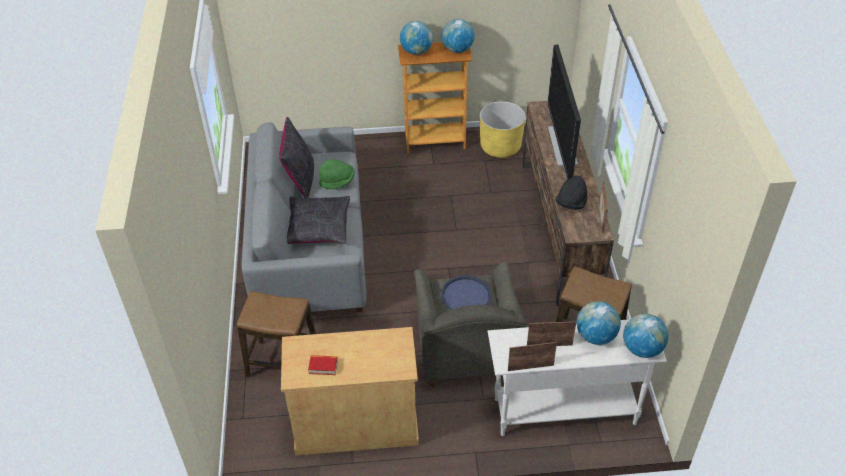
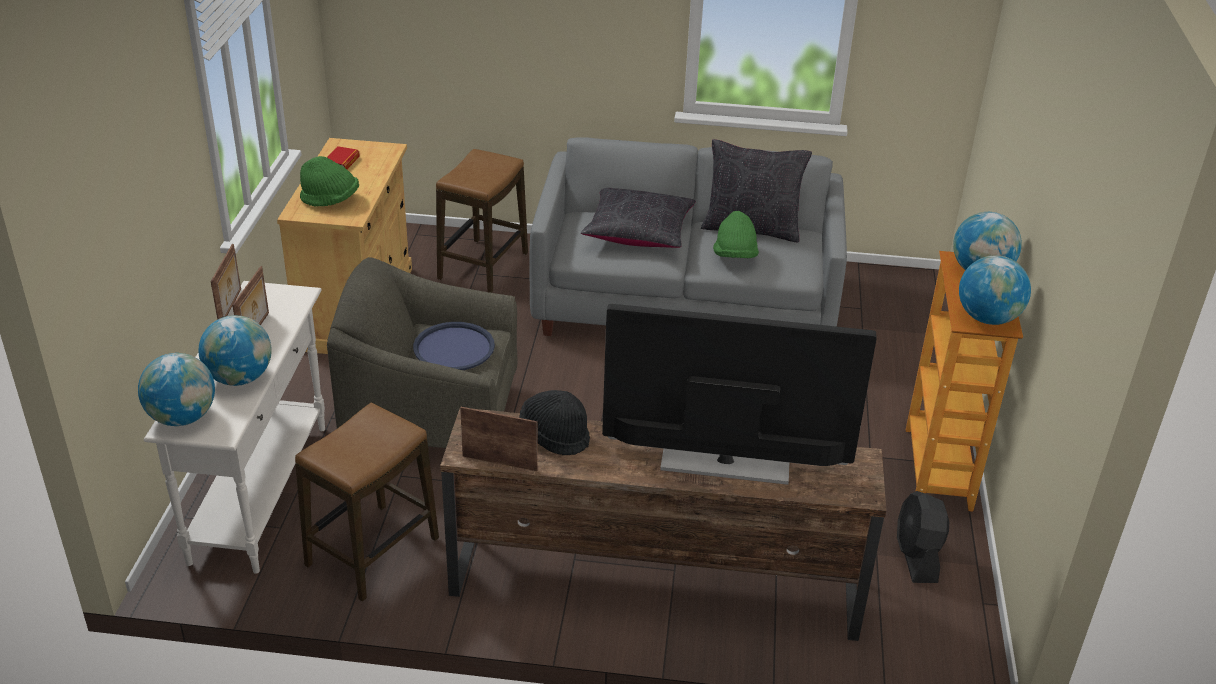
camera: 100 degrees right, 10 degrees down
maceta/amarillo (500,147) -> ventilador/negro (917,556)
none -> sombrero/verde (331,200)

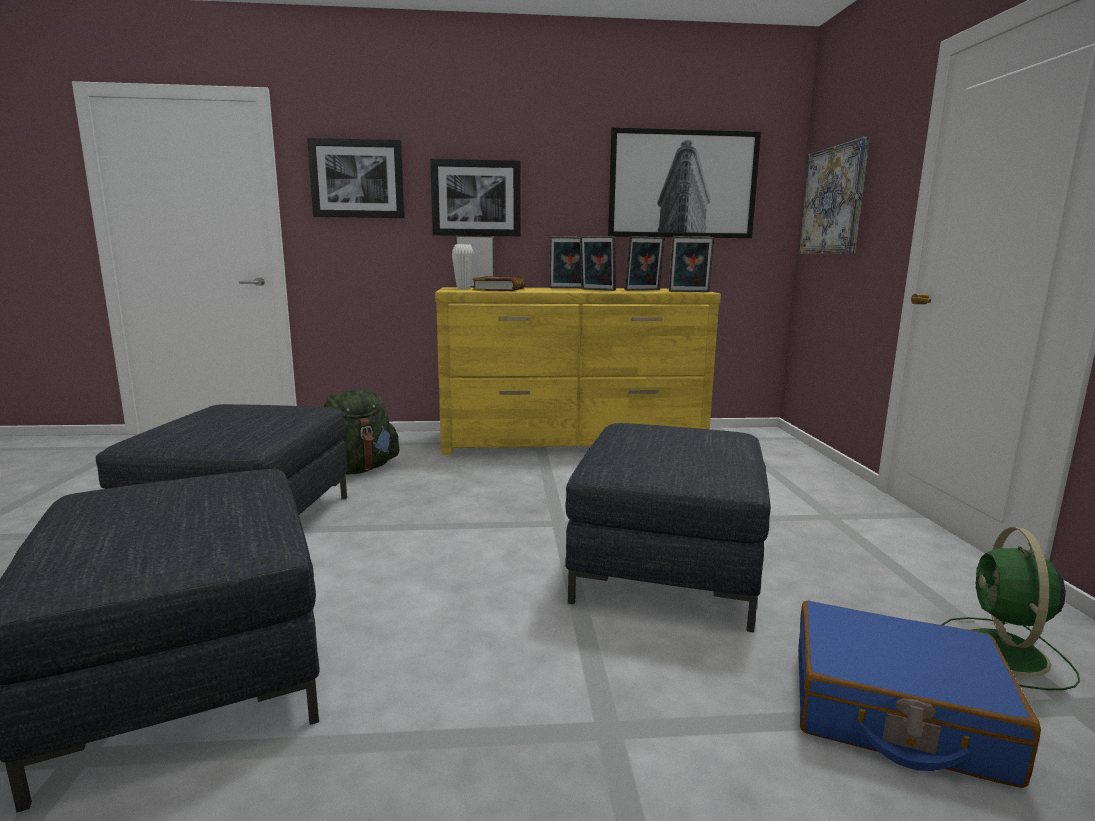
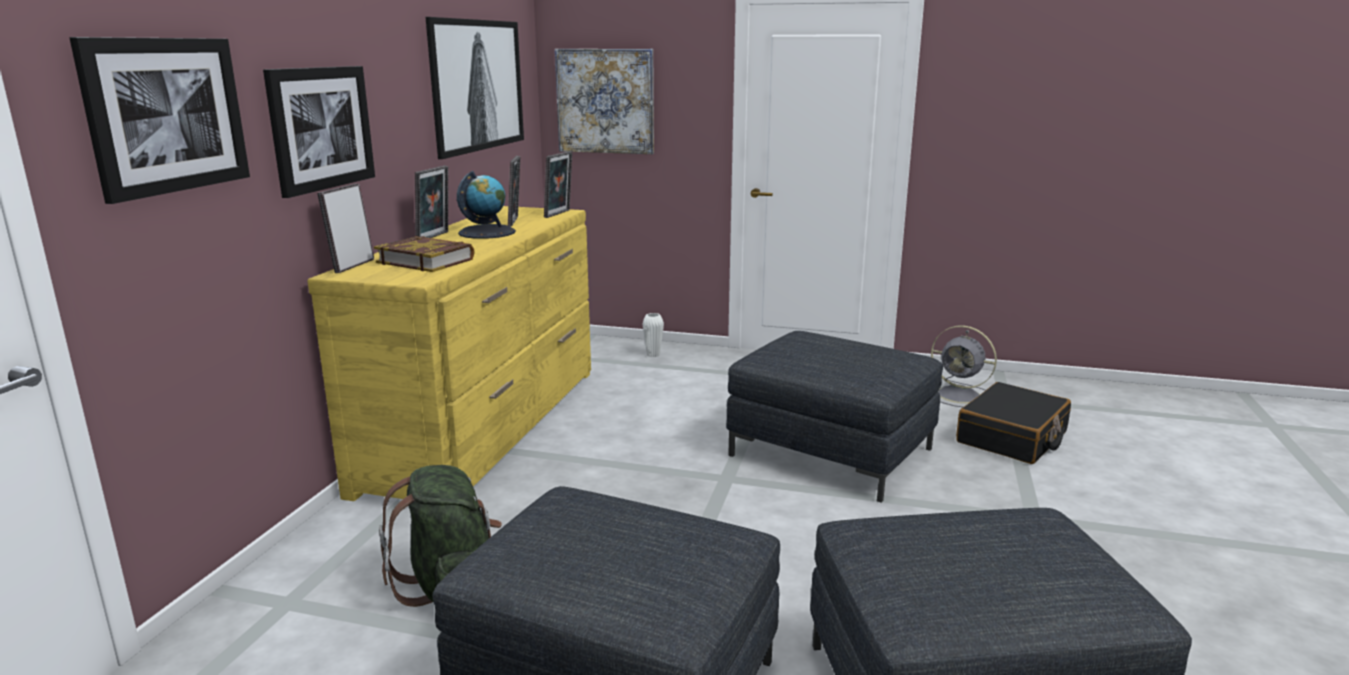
camera: 70 degrees left, 5 degrees up
florero/blanco (463,289) -> florero/blanco (653,355), moved
portarretratos (596,290) -> globo terráqueo (487,232)
maleta/azul (895,712) -> maleta/negro (1012,438)
ventilador/verde (1003,654) -> ventilador/gris (960,395)

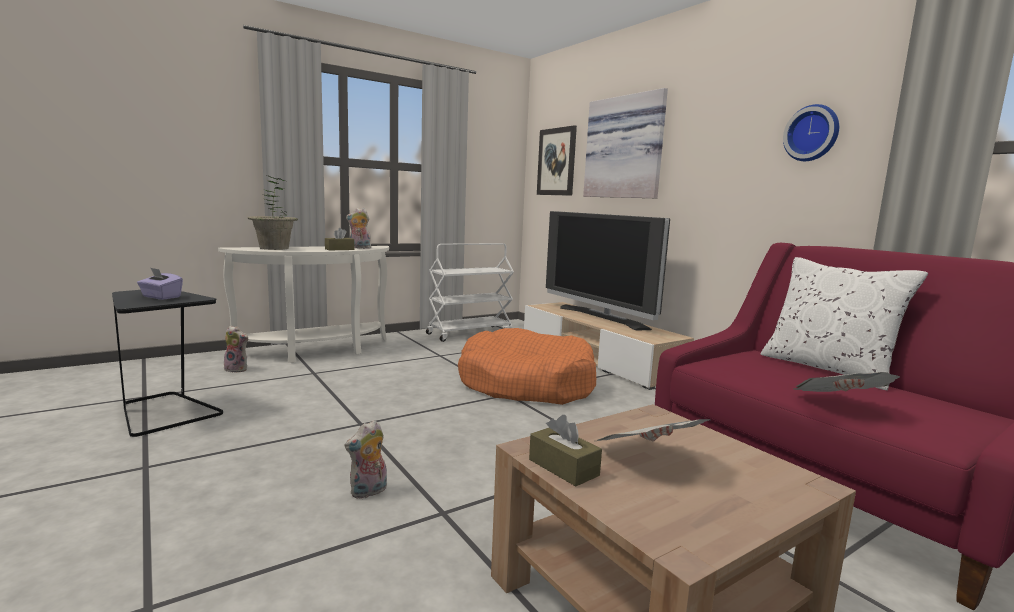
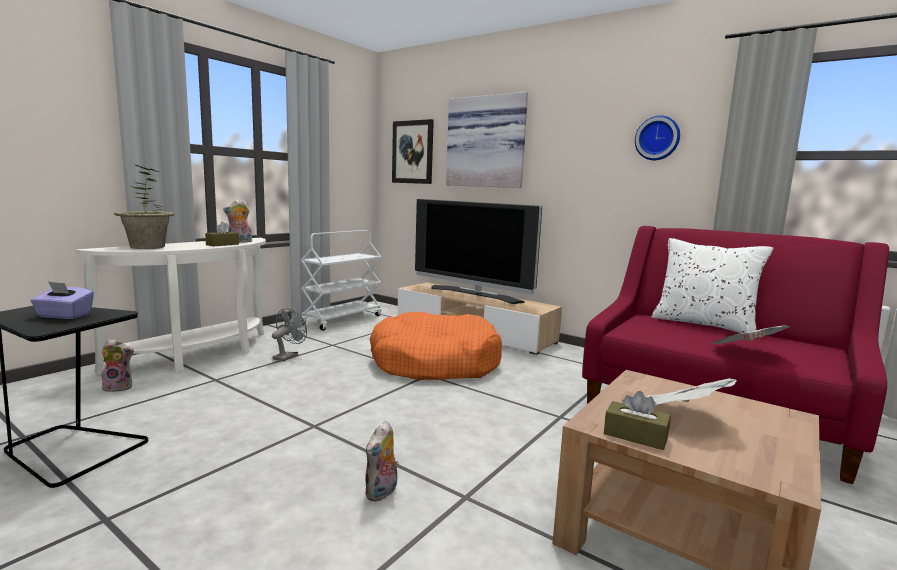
camera: 20 degrees left, 0 degrees up
none -> ventilador/gris (288,356)

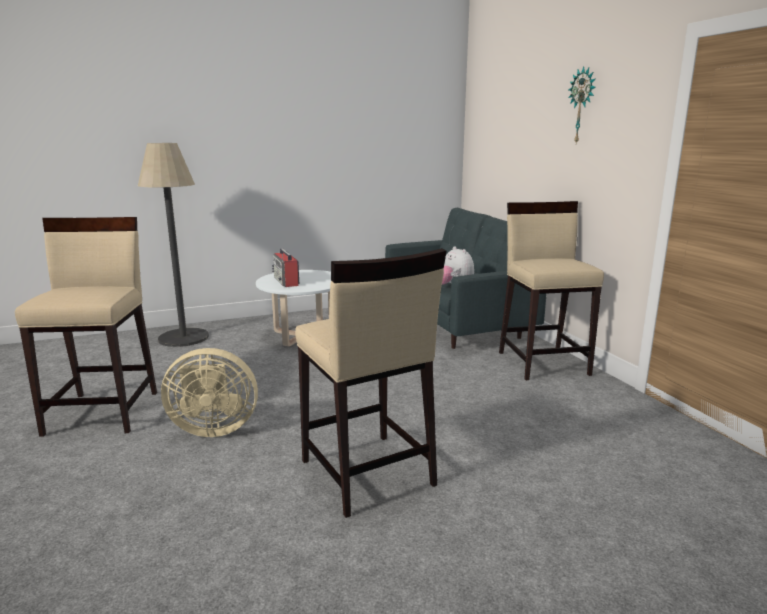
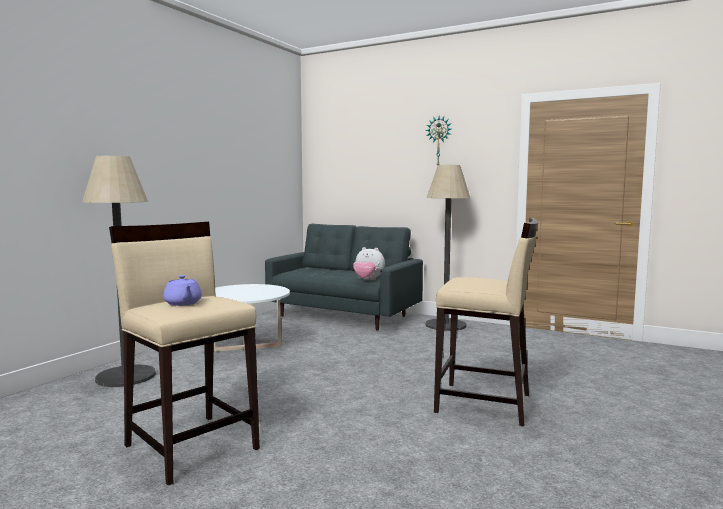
camera: 40 degrees left, 10 degrees down
ventilador/beis (213,428) -> none
radio (286,281) -> none
taburete/beis (543,363) -> lámpara de pie (445,325)
none -> tetera/morado (183,303)

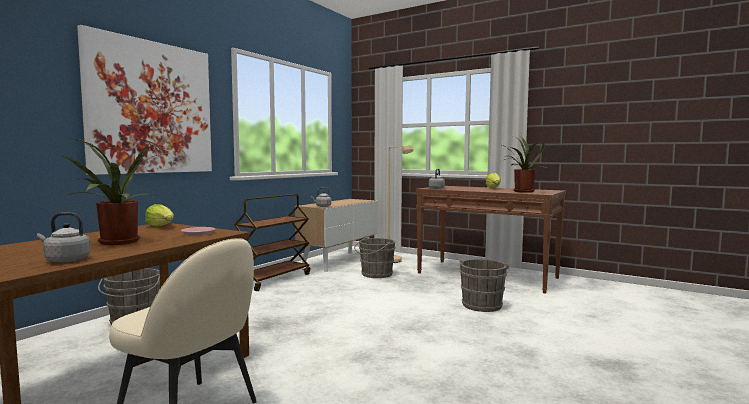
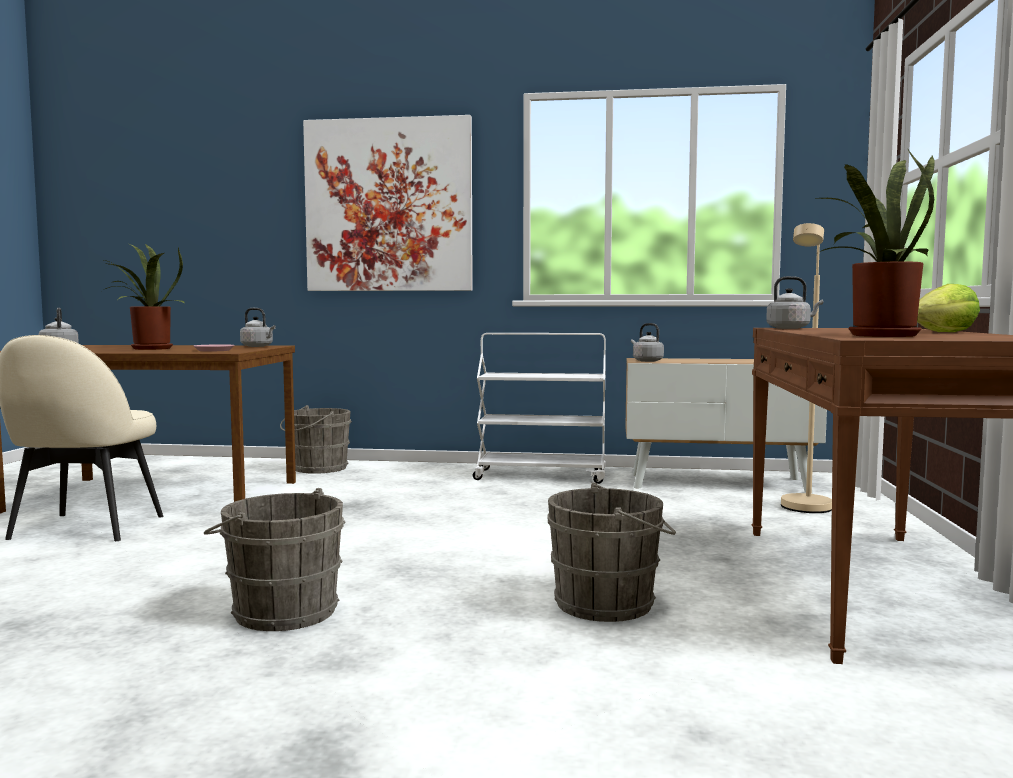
camera: 65 degrees right, 0 degrees up
lechuga (161,226) -> hervidor/gris (258,346)
carrito/marrón (274,279) -> carrito/blanco (542,476)
cubo/gris (375,274) -> cubo/gris (280,611), moved

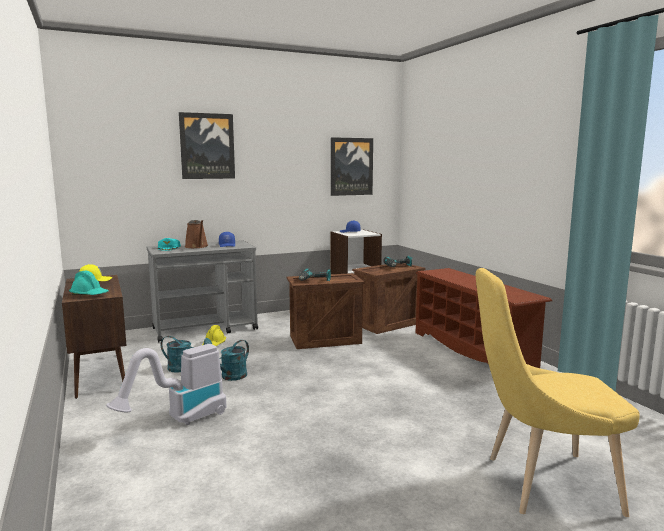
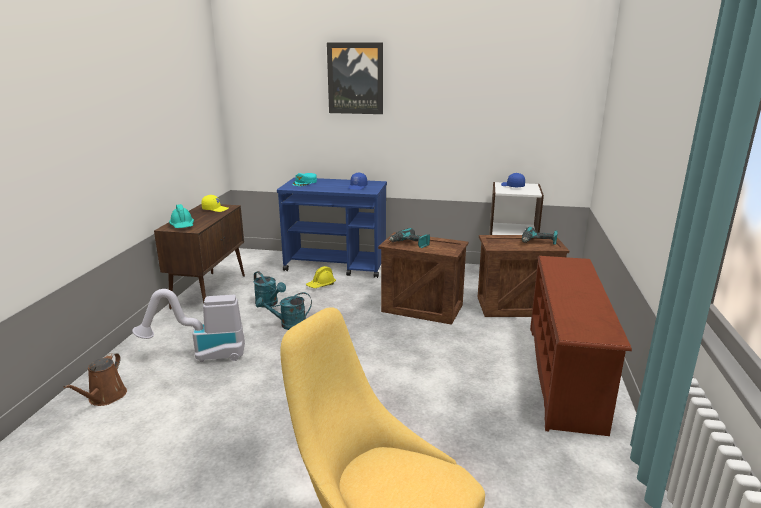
camera: 35 degrees right, 10 degrees up
carrito/gris (206,329) -> carrito/azul (336,265)
regadera/marrón (197,246) -> regadera/marrón (105,397), moved
cuadro (351,166) -> none

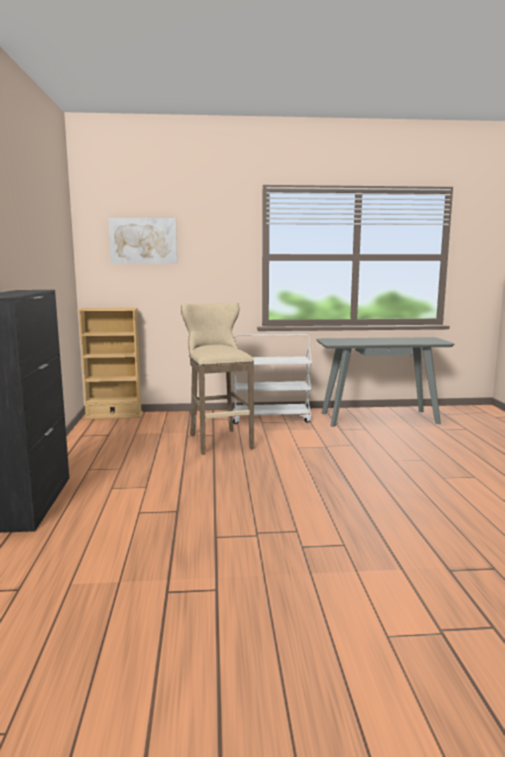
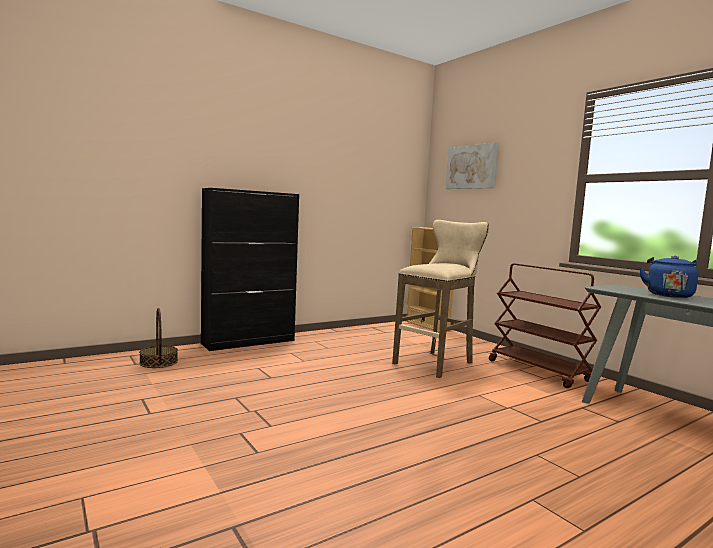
camera: 60 degrees right, 5 degrees down
carrito/blanco (271,418) -> carrito/marrón (539,371)
none -> cesta (159,362)
none -> hervidor/azul (668,295)

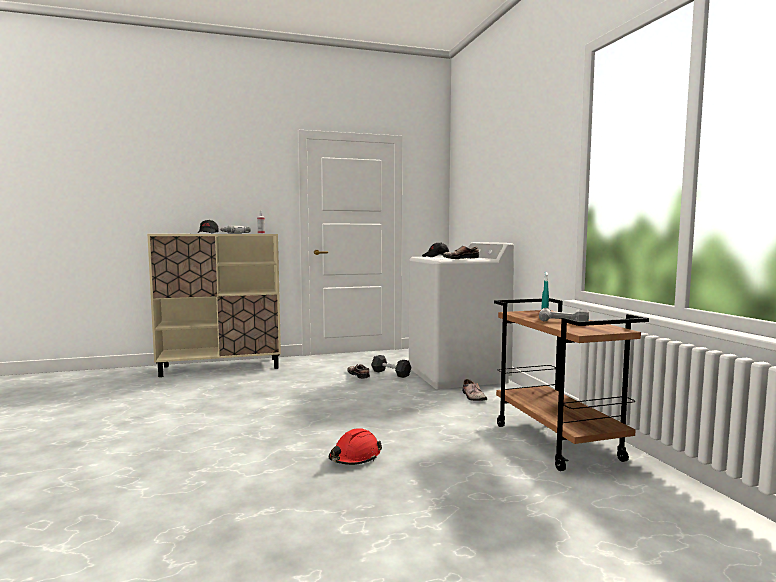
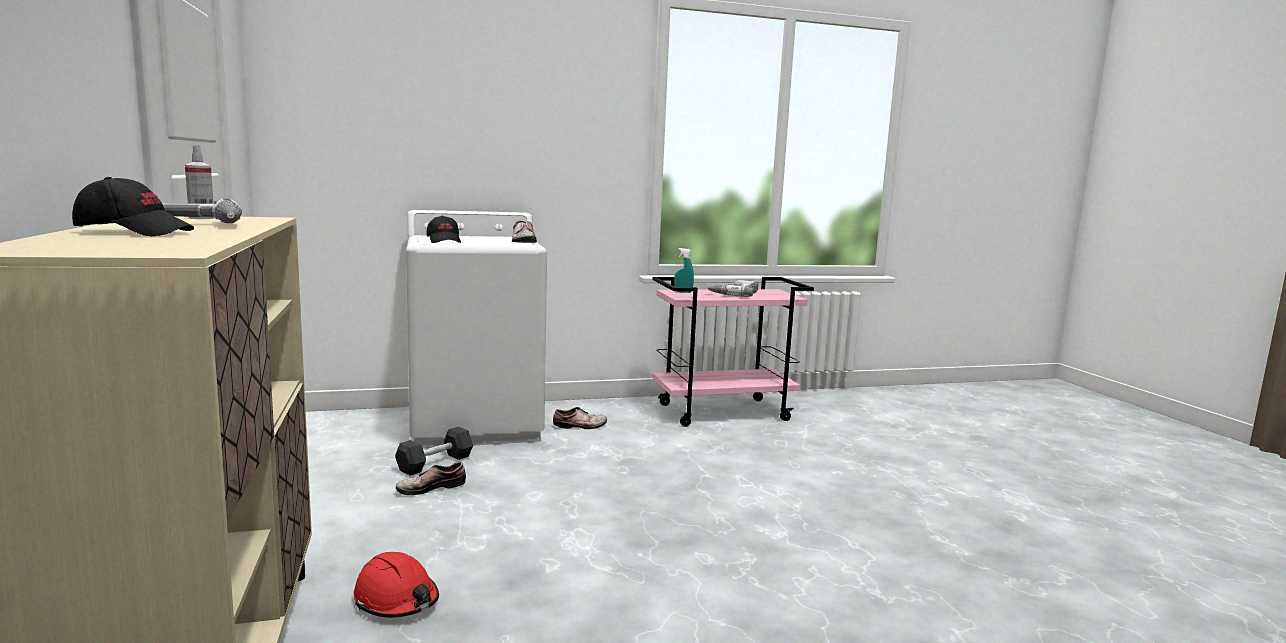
camera: 90 degrees left, 5 degrees up
casco/rojo (354,458) -> casco/rojo (397,600), moved
carrito/marrón (558,442) -> carrito/rosa (724,412)

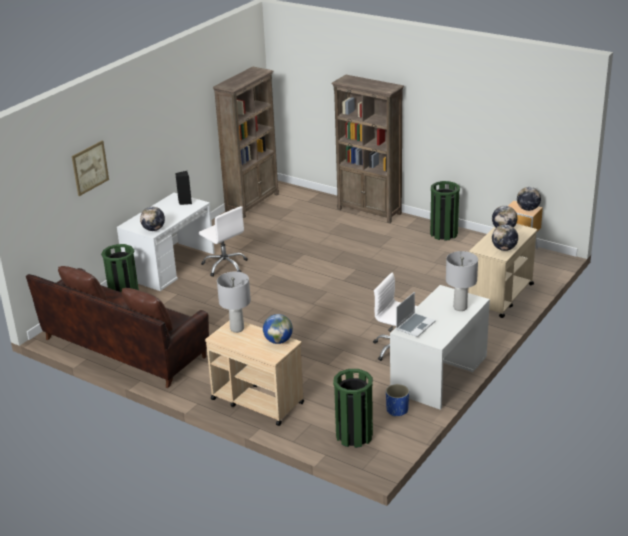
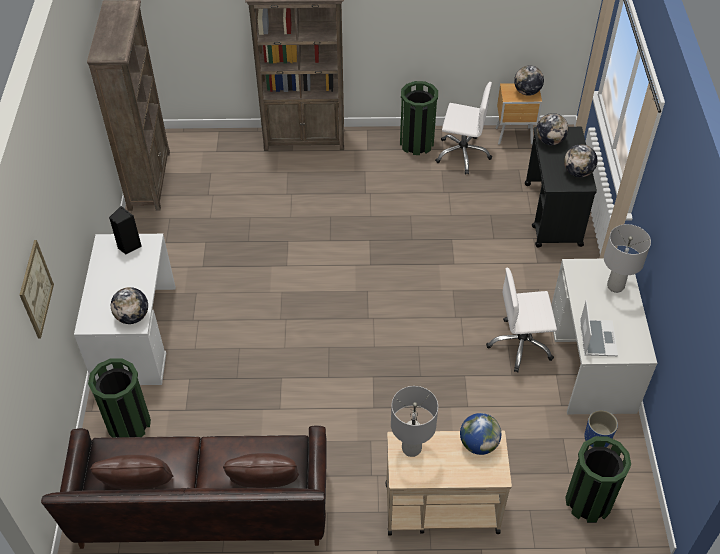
camera: 35 degrees left, 20 degrees up
silla de oficina/blanco (225,265) -> silla de oficina/blanco (462,154), moved
carrito/beis (500,296) -> carrito/negro (552,215)

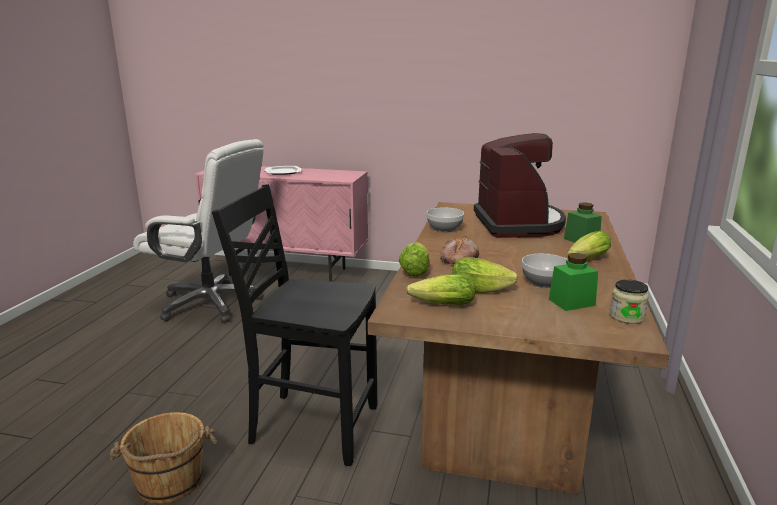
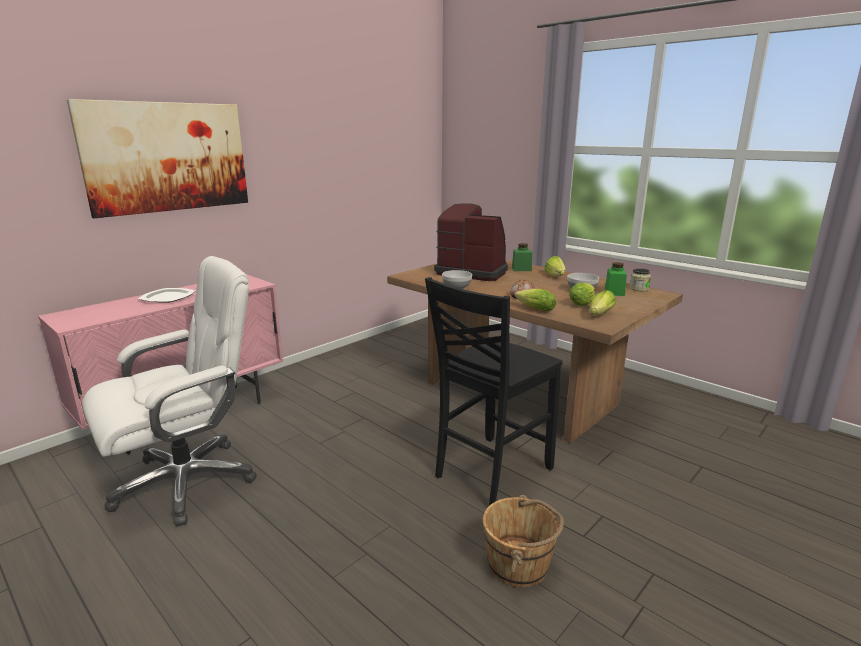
camera: 60 degrees left, 0 degrees up
none -> cuadro (167,157)

